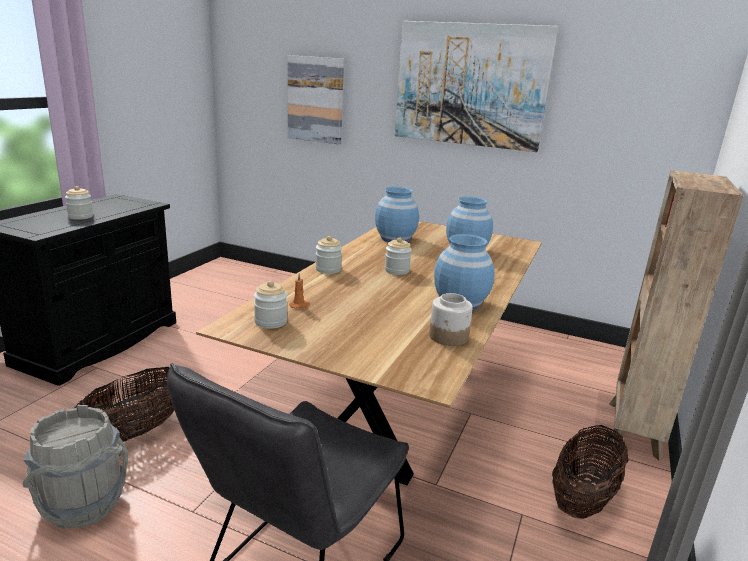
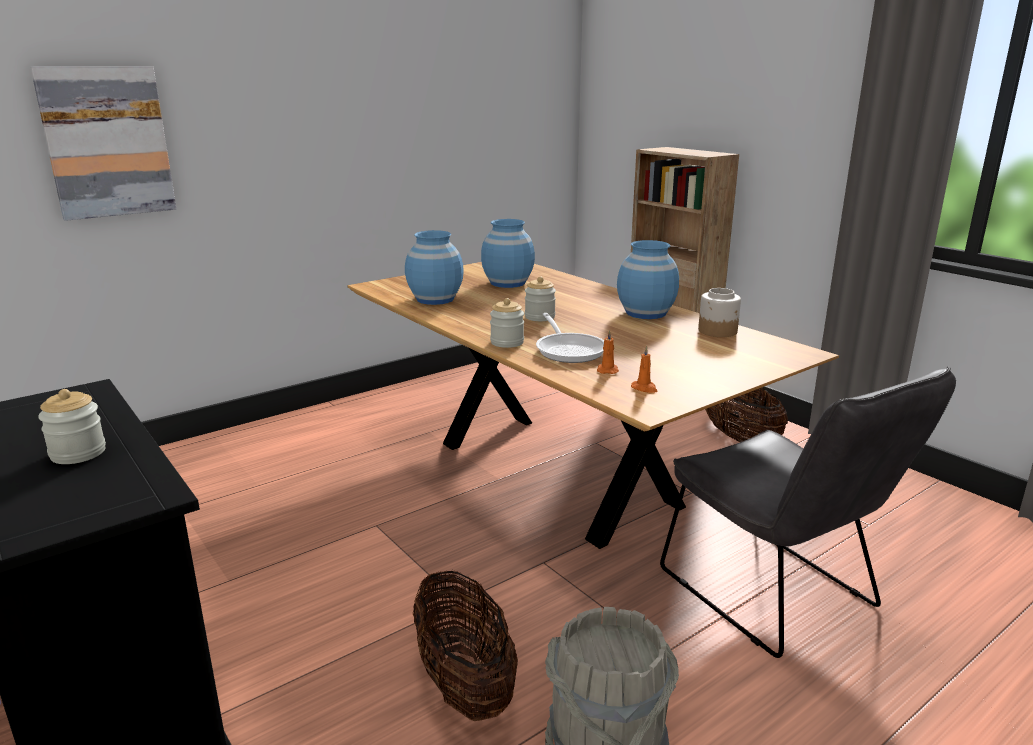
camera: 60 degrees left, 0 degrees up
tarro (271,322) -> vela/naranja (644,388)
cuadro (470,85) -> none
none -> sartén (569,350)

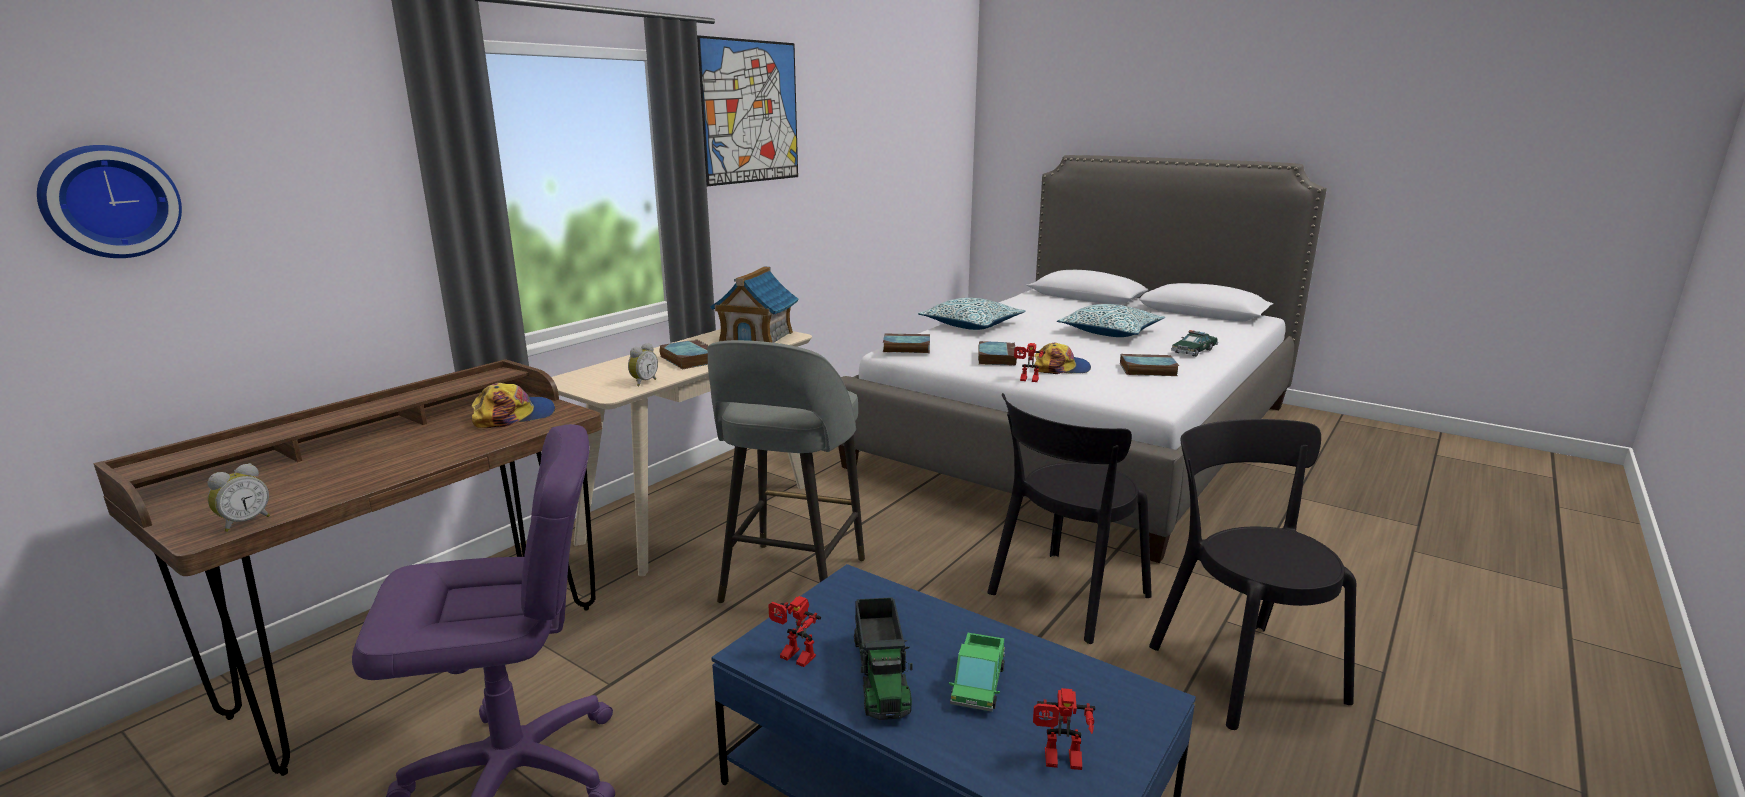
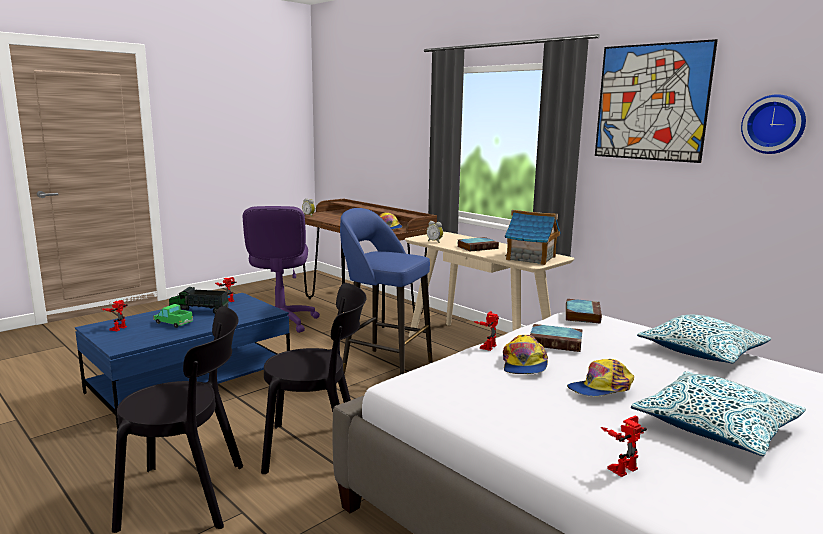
camera: 100 degrees right, 5 degrees down
reloj de pared (109,201) -> reloj de pared (774,124), moved
taburete/gris (791,582) -> taburete/azul (385,367)
silla/negro (1064,598) -> silla/negro (318,447), 120 degrees clockwise
libro (1147,370) -> none
coche de juguete (1194,351) -> robot de juguete (620,466)
none -> gorra (600,389)

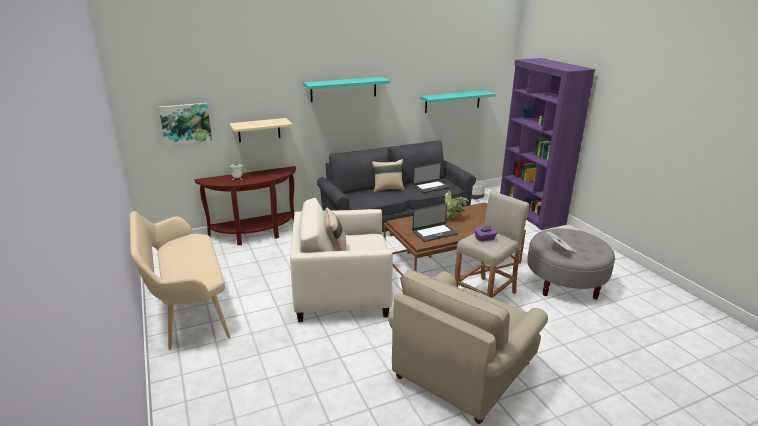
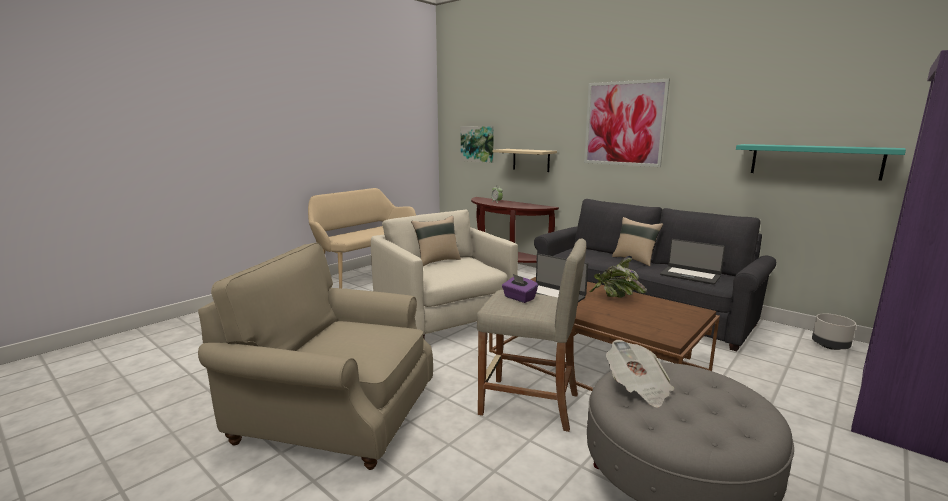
camera: 65 degrees right, 10 degrees down
estante/turquesa (343,89) -> cuadro (624,123)

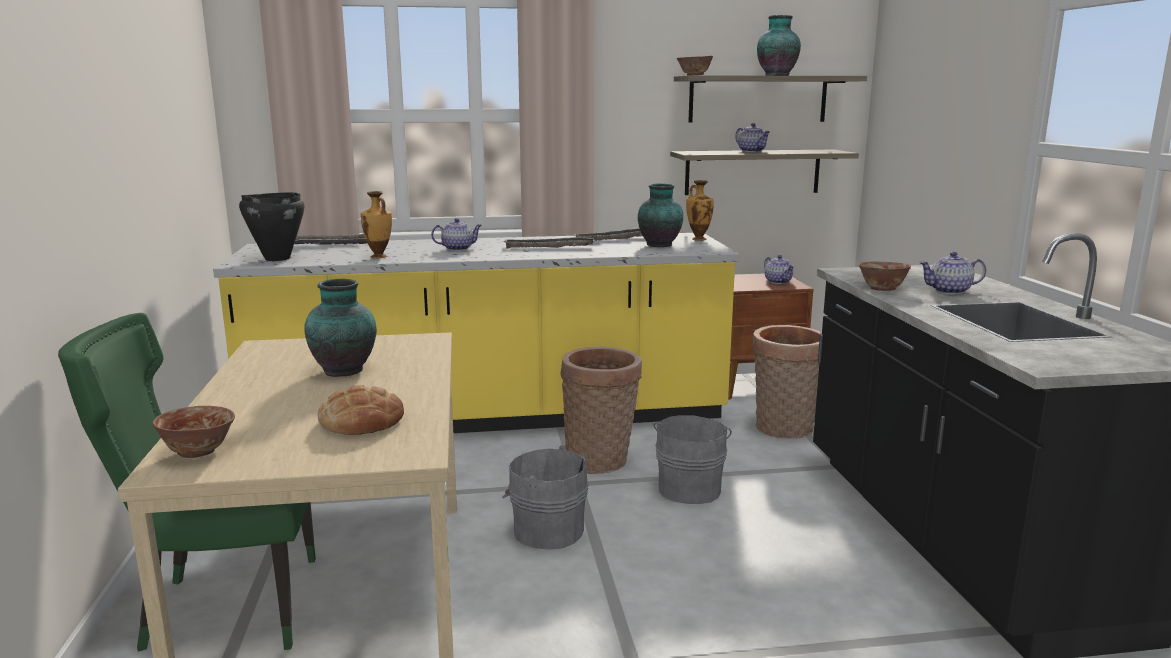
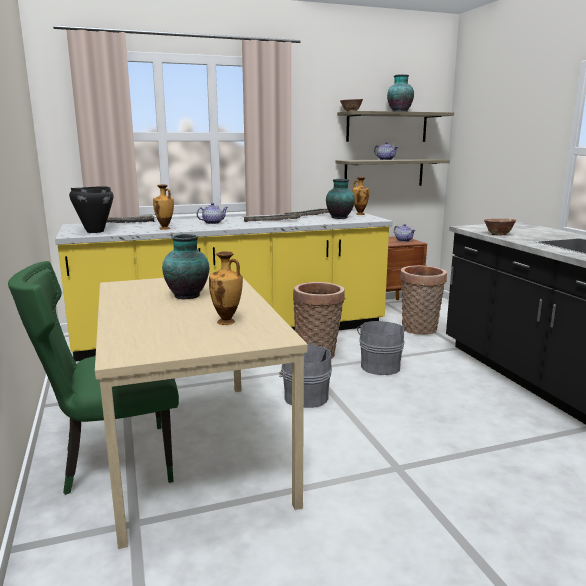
camera: 10 degrees left, 0 degrees up
cuenco (198,452) -> none
pan (361,421) -> florero (227,322)
tetera (949,291) -> none

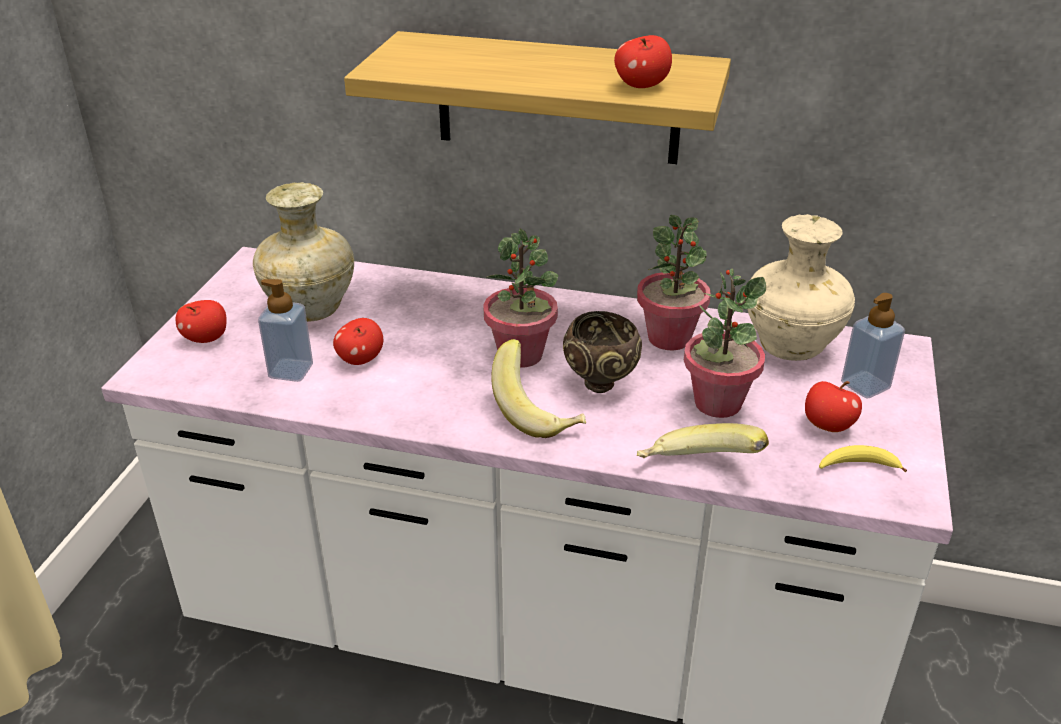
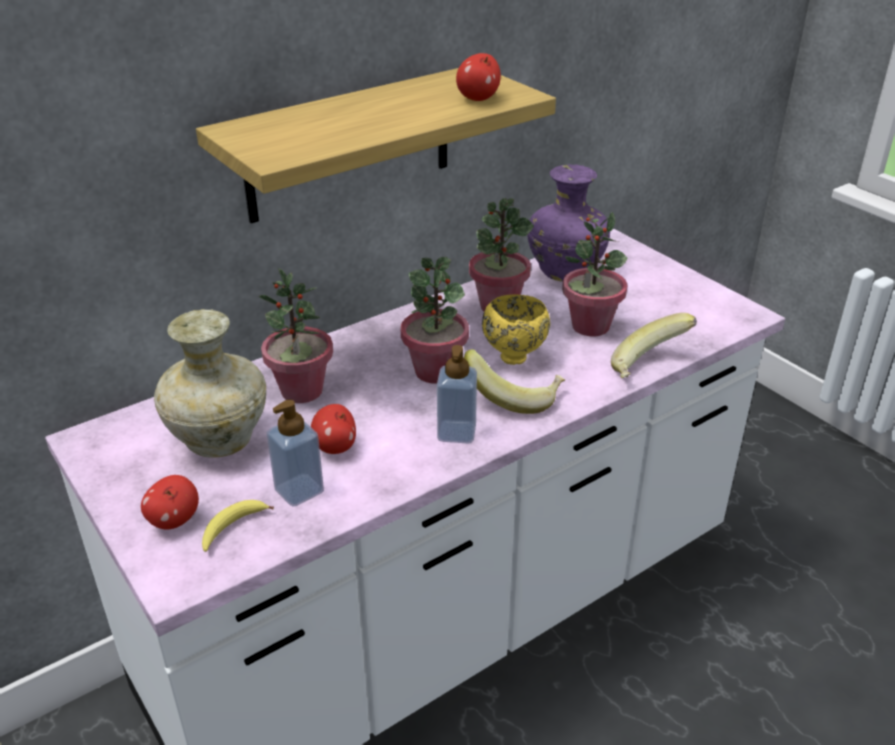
camera: 50 degrees left, 0 degrees up
cuenco/marrón (601,384) -> cuenco/amarillo (515,357)
florero/beis (792,346) -> florero/morado (566,272)
manzana (827,426) -> none
plátano (857,466) -> plátano (232,528), moved
dispensador de jabón (865,385) -> dispensador de jabón (456,432), moved
none -> planta en maceta (302,391)

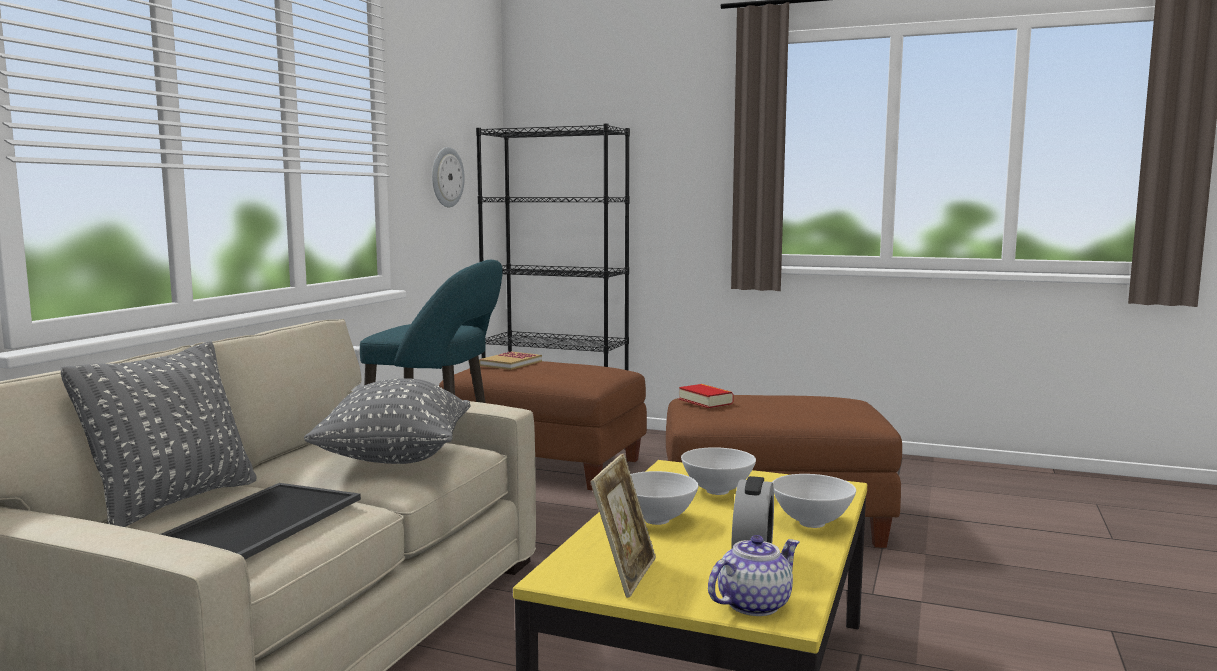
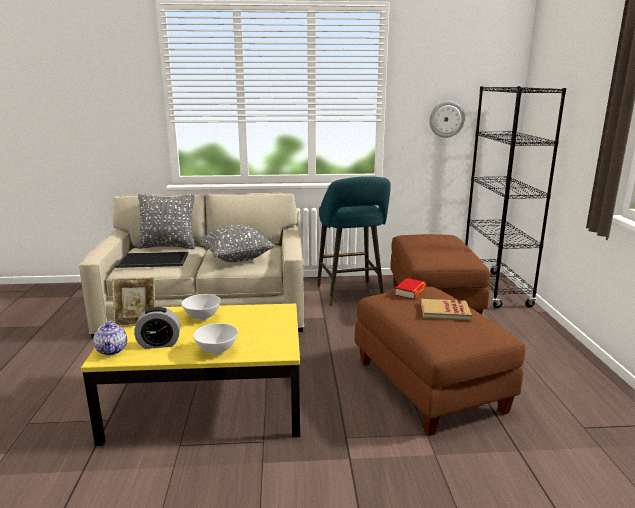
camera: 65 degrees right, 10 degrees up
libro (510,363) -> libro (445,311), moved
cuenco/blanco (717,491) -> none
tetera (753,604) -> tetera (112,350), 45 degrees clockwise

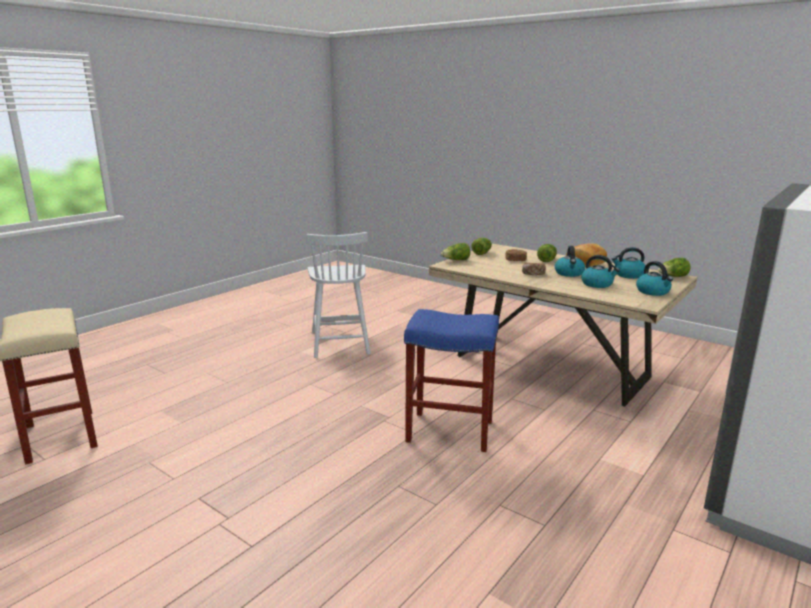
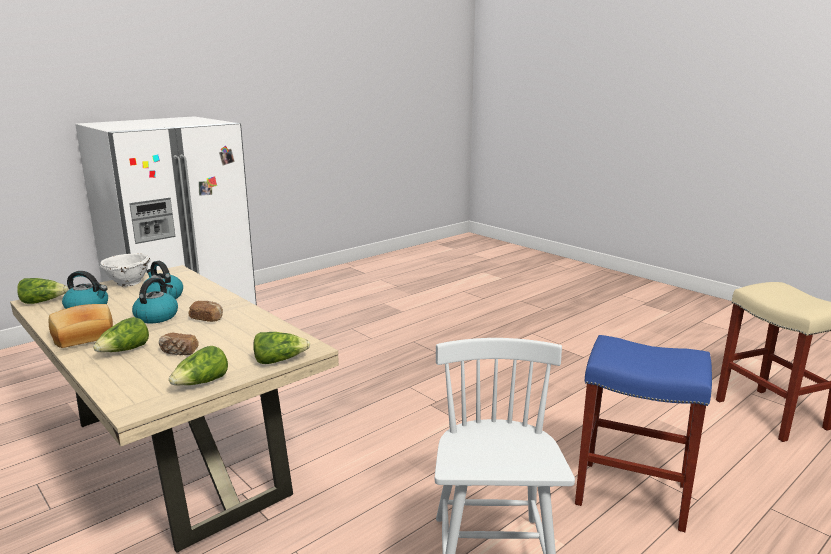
camera: 170 degrees left, 0 degrees up
taburete/azul (451,431) -> taburete/azul (630,494), moved
hervidor (653,292) -> cuenco/blanco (128,283)

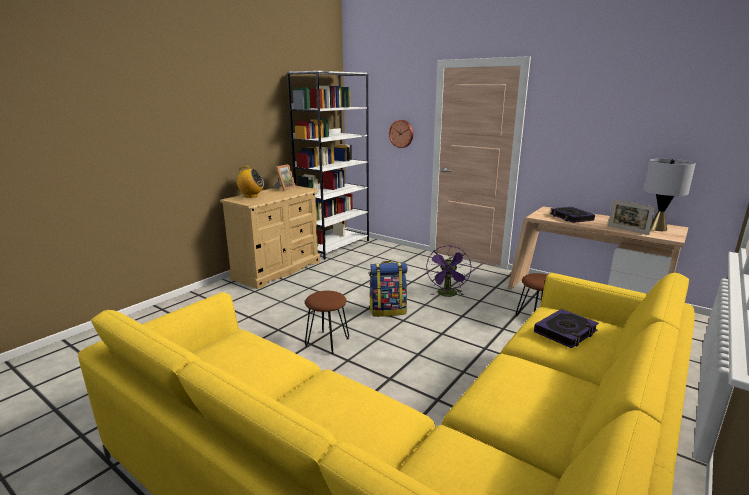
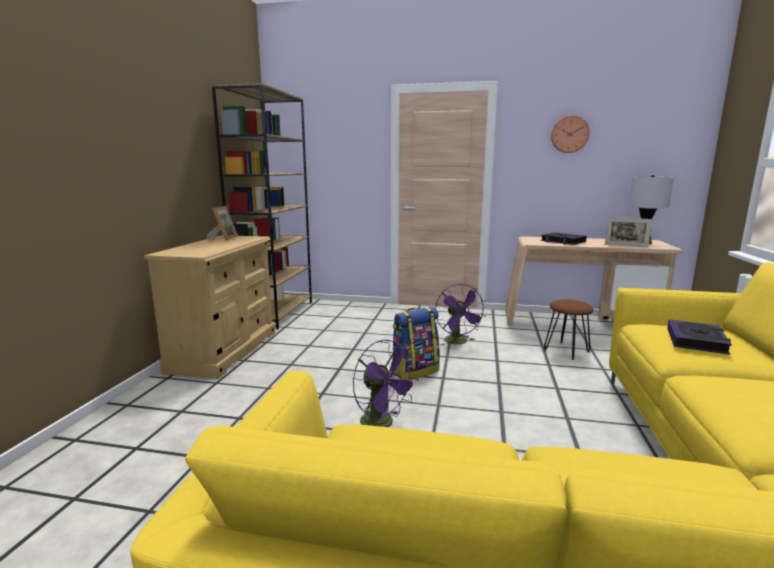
camera: 25 degrees left, 5 degrees down
radio (251,196) -> none
estantería/blanco (334,246) -> estantería/marrón (275,313)
taburete/marrón (327,342) -> ventilador/morado (383,424)
reloj de pared (401,133) -> reloj de pared (569,134), moved

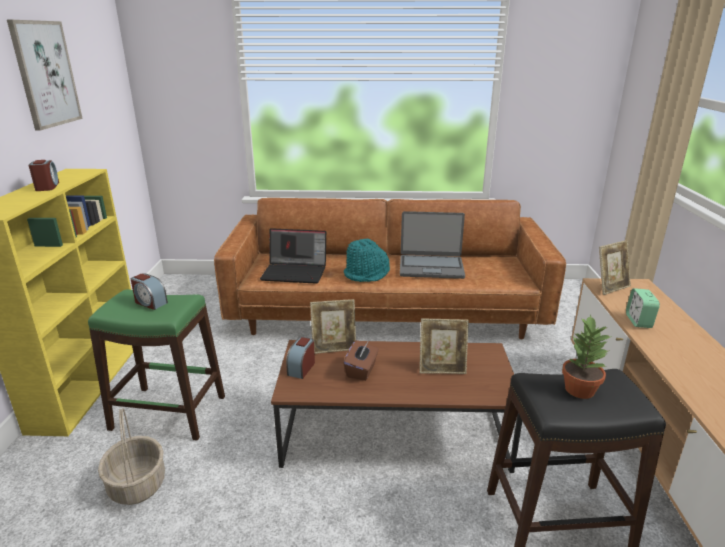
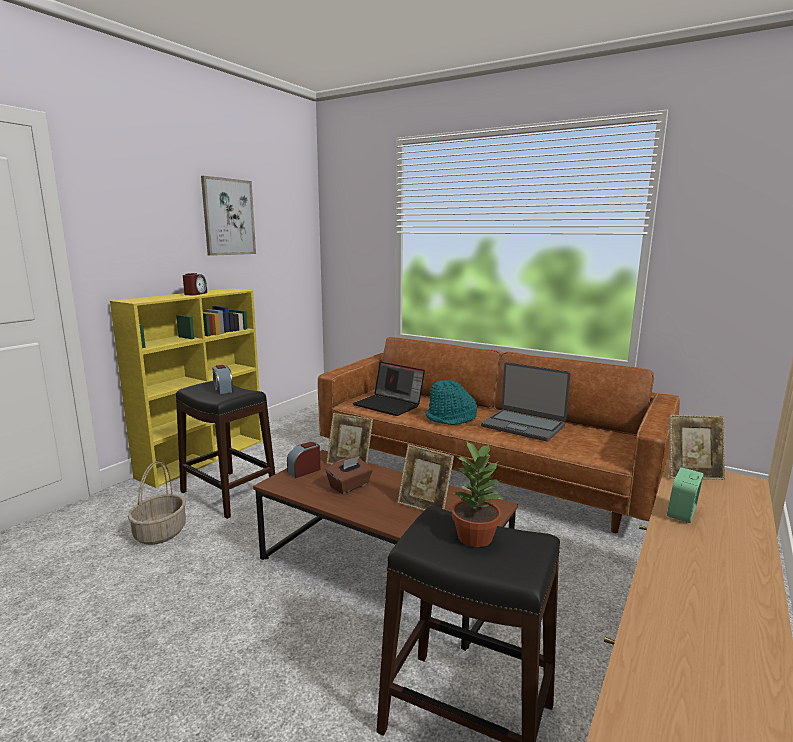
camera: 30 degrees right, 10 degrees down
taburete/verde (168,412) -> taburete/negro (229,493)

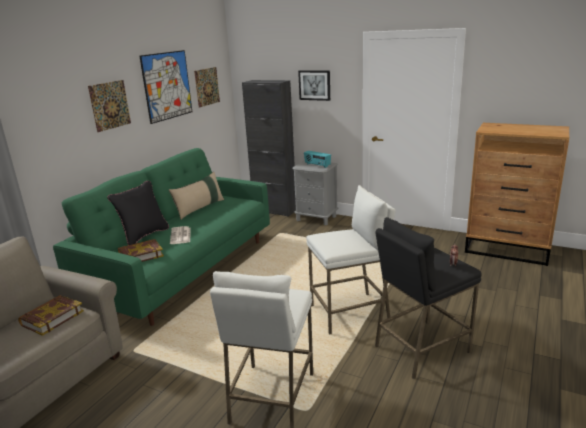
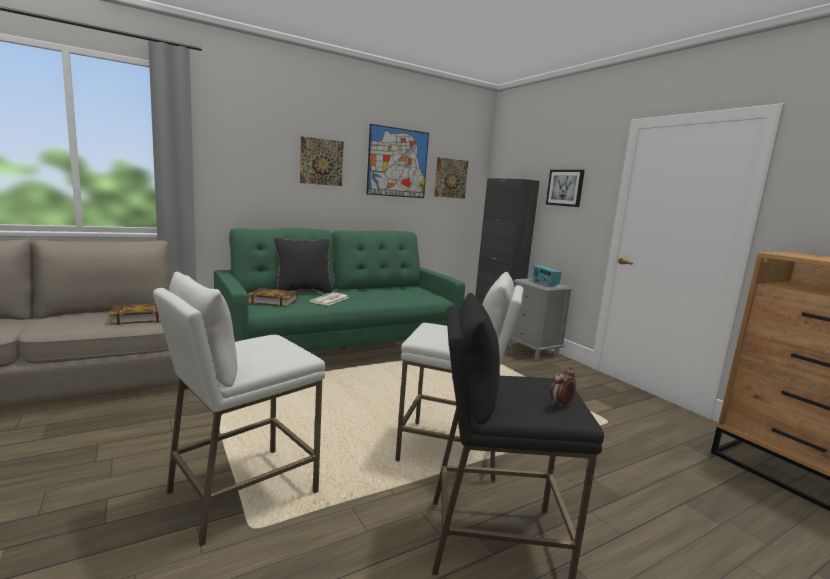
camera: 30 degrees right, 10 degrees down
cojín/beis (199,208) -> none

